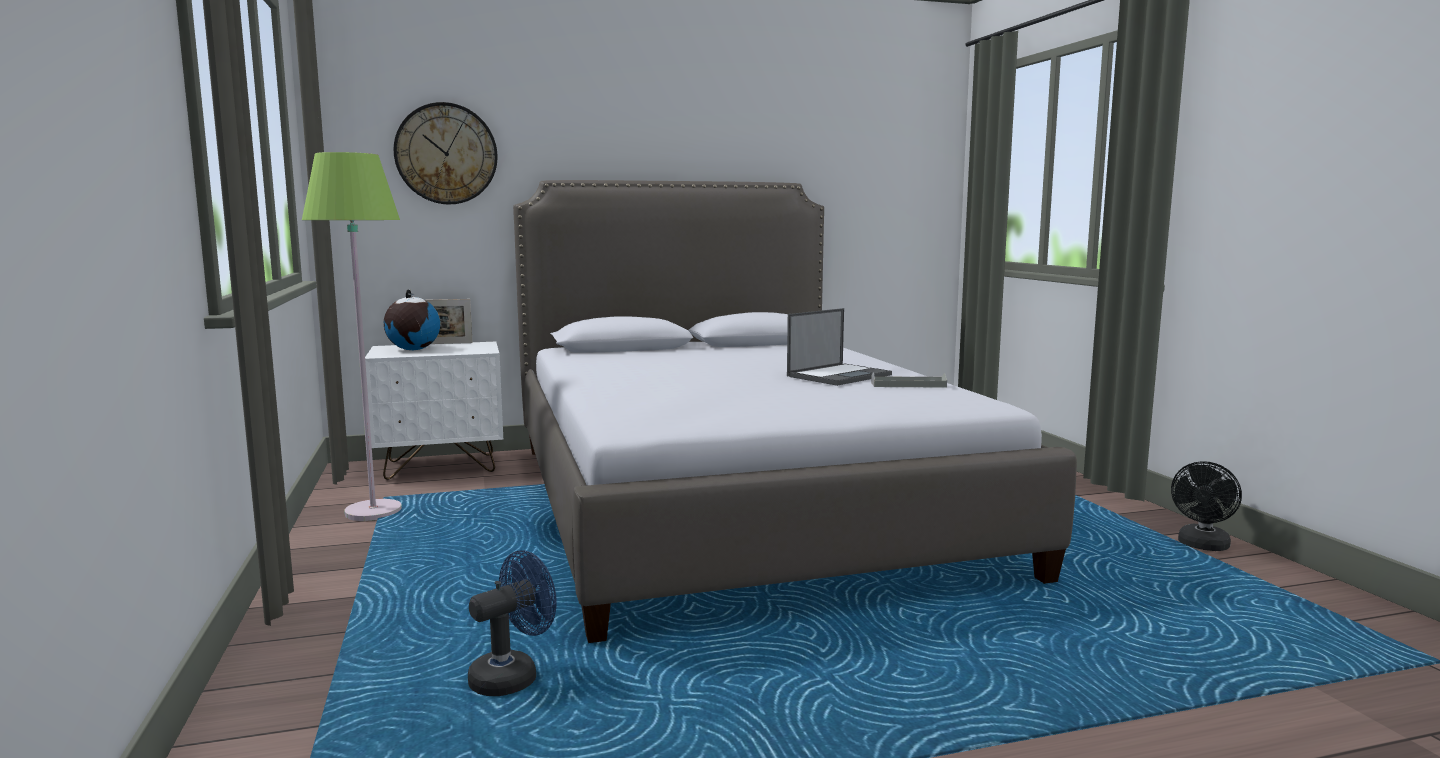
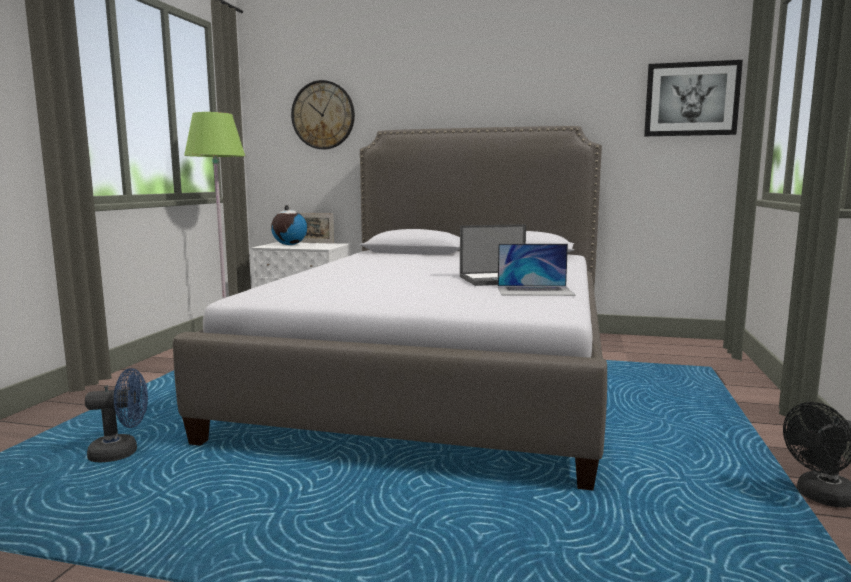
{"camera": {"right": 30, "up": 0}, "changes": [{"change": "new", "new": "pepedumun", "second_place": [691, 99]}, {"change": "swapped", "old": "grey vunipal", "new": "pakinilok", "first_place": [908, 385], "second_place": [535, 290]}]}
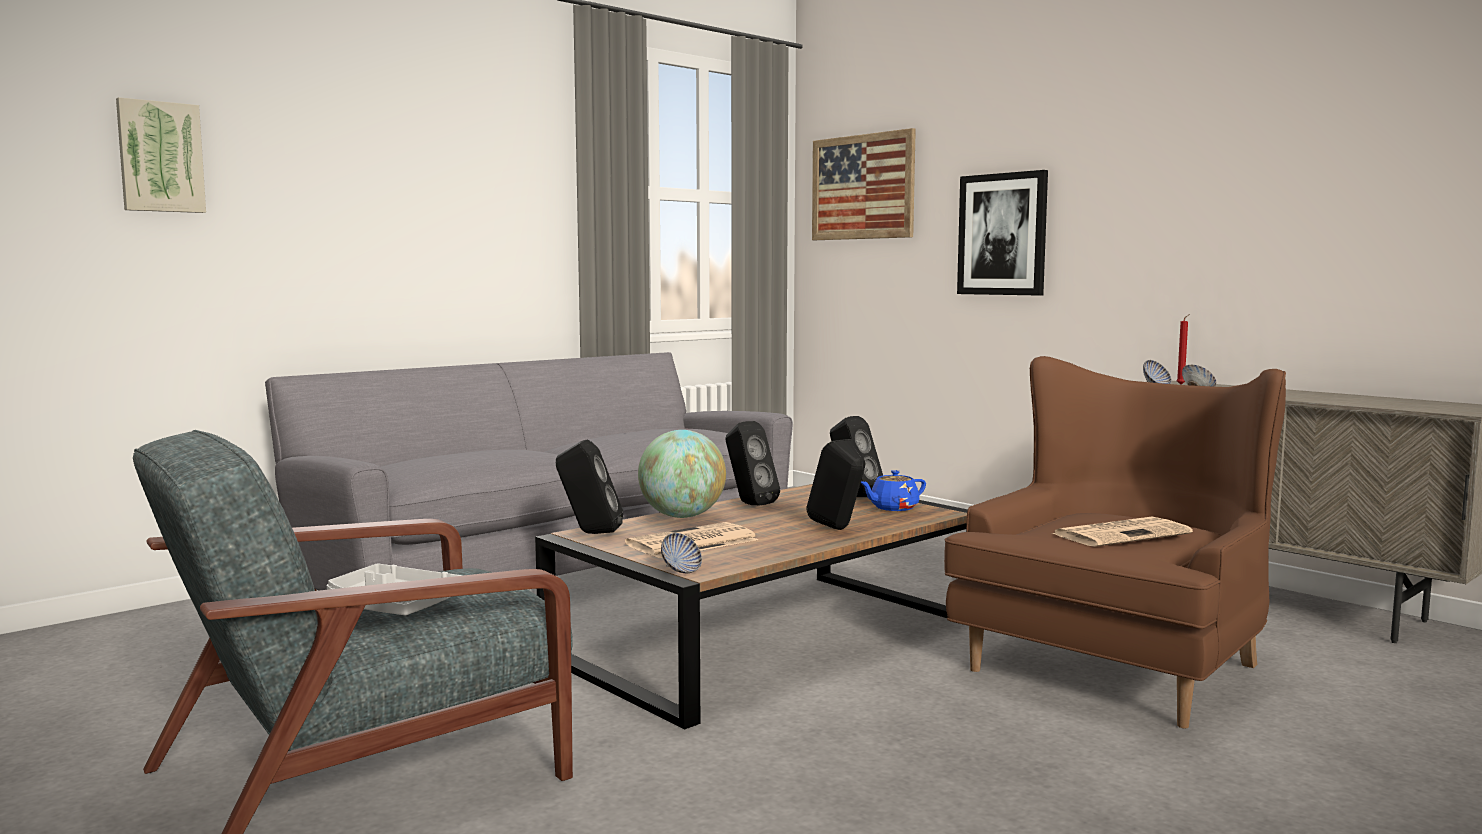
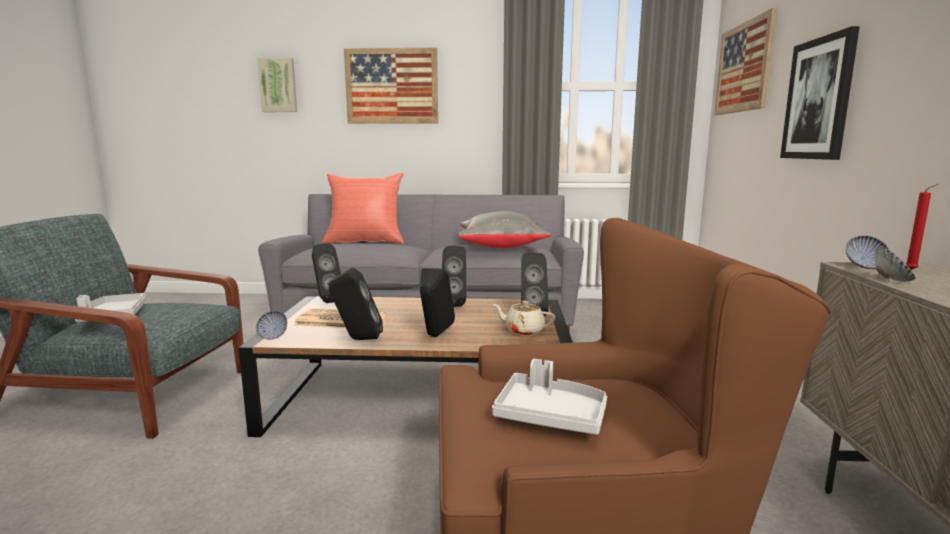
{"camera": {"right": 45, "up": 5}, "changes": [{"change": "gone", "old": "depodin", "first_place": [682, 516]}, {"change": "new", "new": "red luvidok", "second_place": [365, 241]}, {"change": "new", "new": "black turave", "second_place": [357, 339]}, {"change": "new", "new": "pepedumun", "second_place": [392, 86]}, {"change": "new", "new": "grey luvidok", "second_place": [501, 246]}, {"change": "swapped", "old": "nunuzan", "new": "grey vunipal", "first_place": [1122, 534], "second_place": [550, 416]}, {"change": "repainted", "old": "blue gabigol", "new": "beige gabigol", "first_place": [893, 508], "second_place": [523, 331]}]}
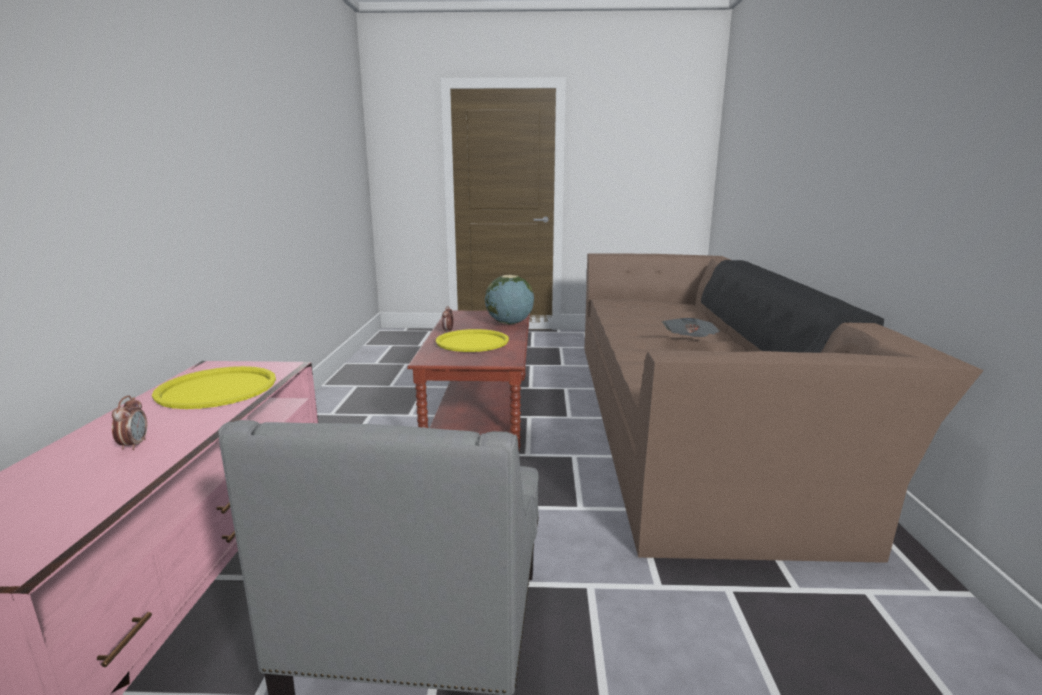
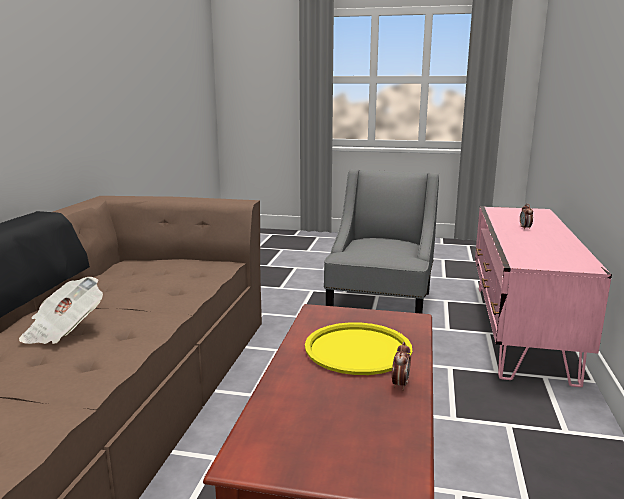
{"camera": {"right": -170, "up": 0}, "changes": [{"change": "gone", "old": "yellow vunipal", "first_place": [217, 389]}, {"change": "gone", "old": "depodin", "first_place": [509, 323]}]}
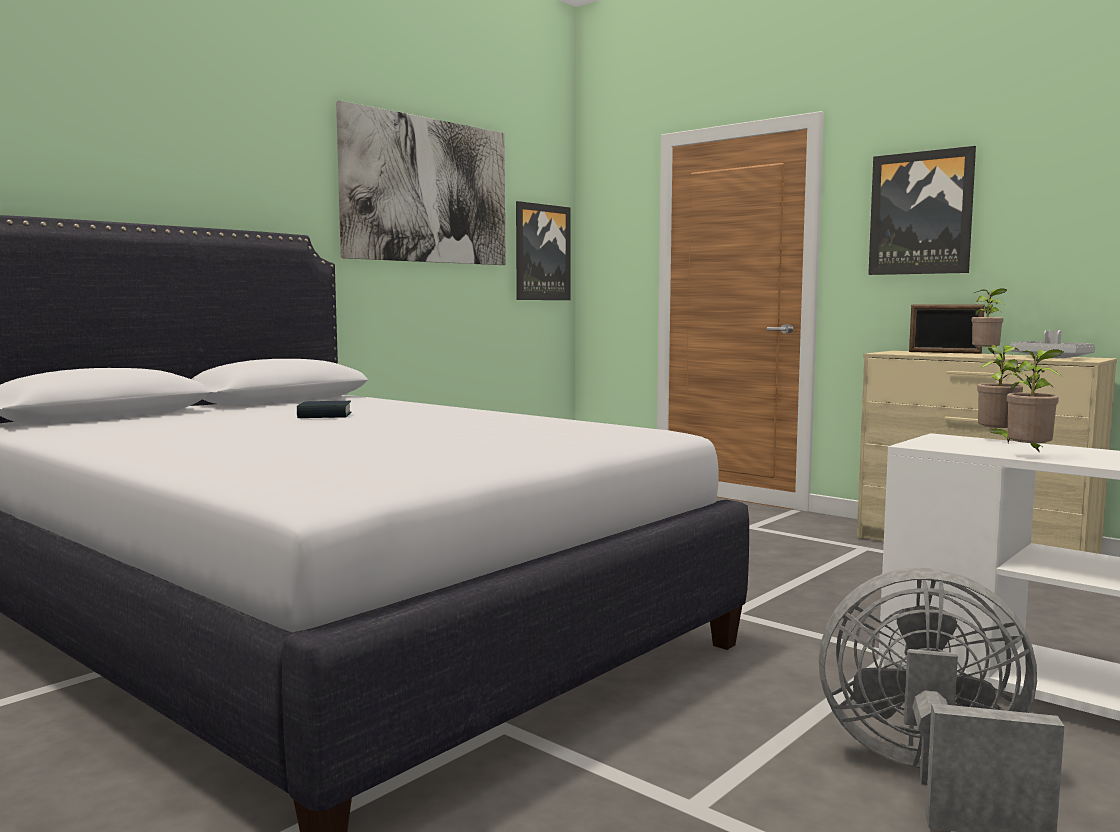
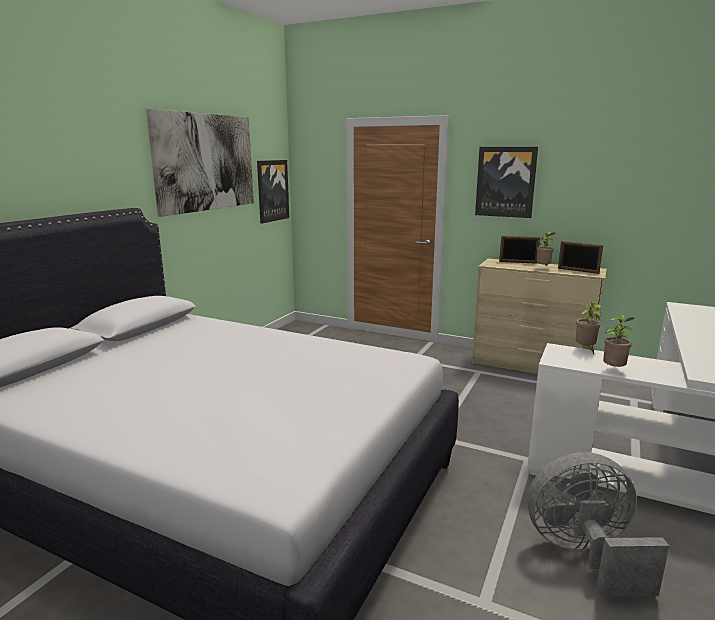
{"camera": {"right": -15, "up": 10}, "changes": [{"change": "gone", "old": "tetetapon", "first_place": [324, 416]}, {"change": "swapped", "old": "grey vunipal", "new": "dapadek", "first_place": [1052, 358], "second_place": [578, 271]}]}
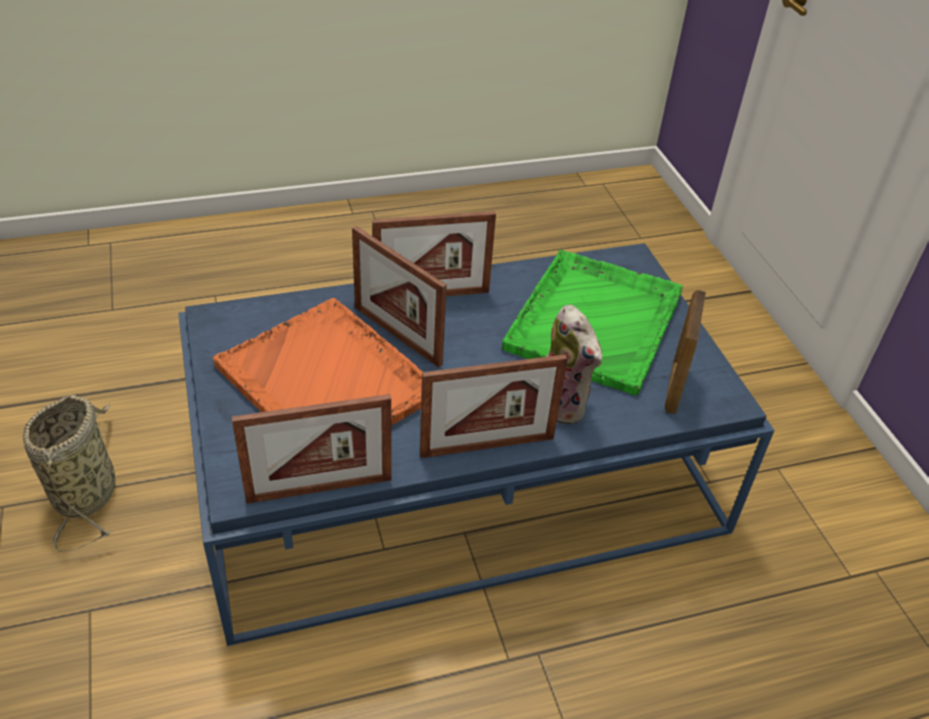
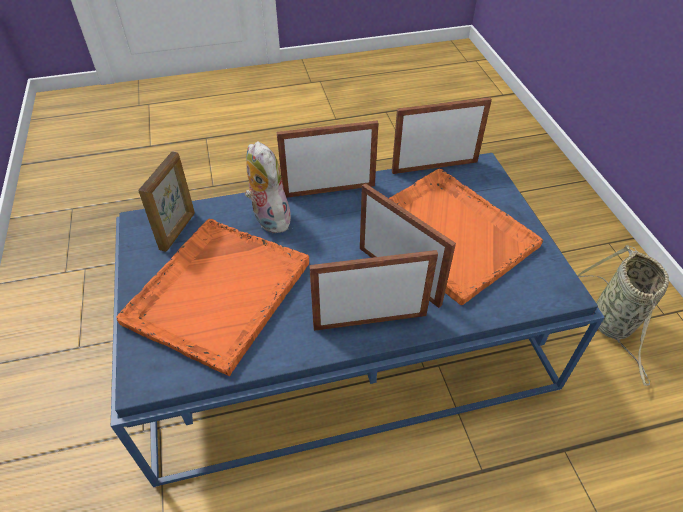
{"camera": {"right": -175, "up": 5}, "changes": [{"change": "repainted", "old": "green vunipal", "new": "orange vunipal", "first_place": [595, 321], "second_place": [217, 293]}]}
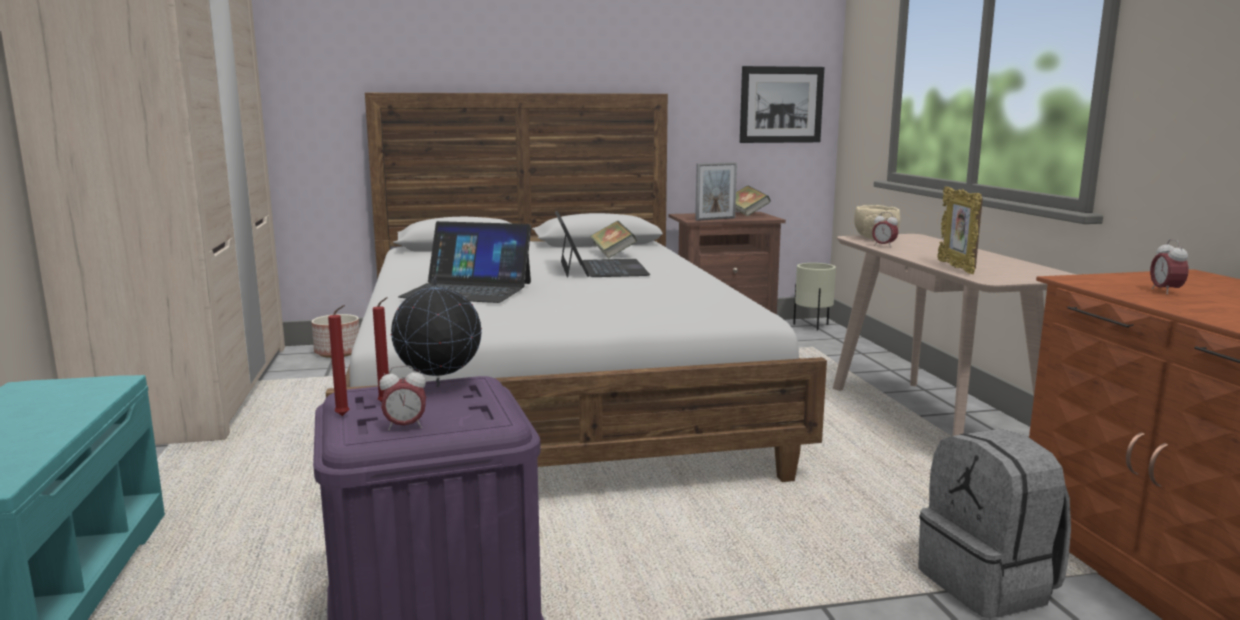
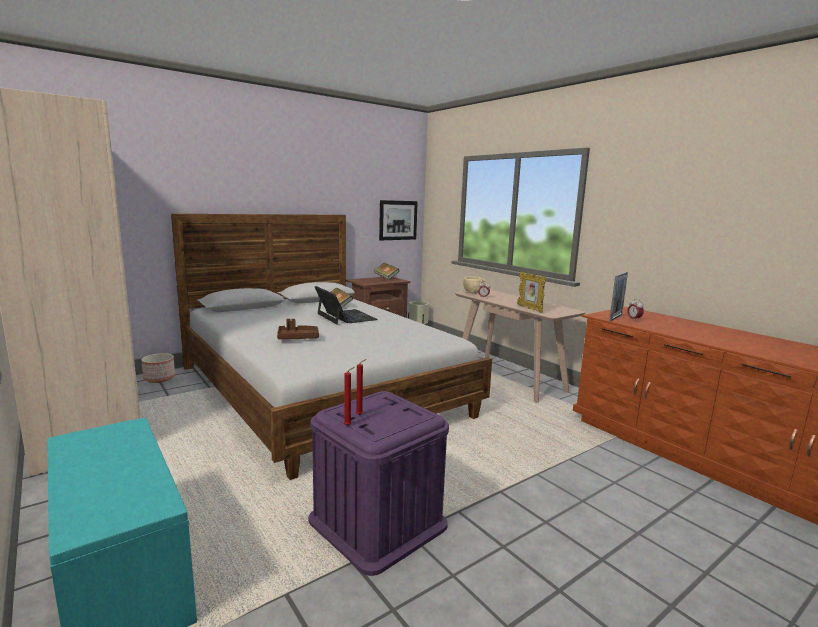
{"camera": {"right": -25, "up": 0}, "changes": [{"change": "gone", "old": "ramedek", "first_place": [405, 427]}, {"change": "gone", "old": "depodin", "first_place": [440, 385]}, {"change": "gone", "old": "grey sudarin", "first_place": [989, 584]}, {"change": "shifted", "old": "dapadek", "first_place": [715, 219], "second_place": [615, 317]}, {"change": "swapped", "old": "pakinilok", "new": "brown vunipal", "first_place": [468, 290], "second_place": [298, 338]}]}
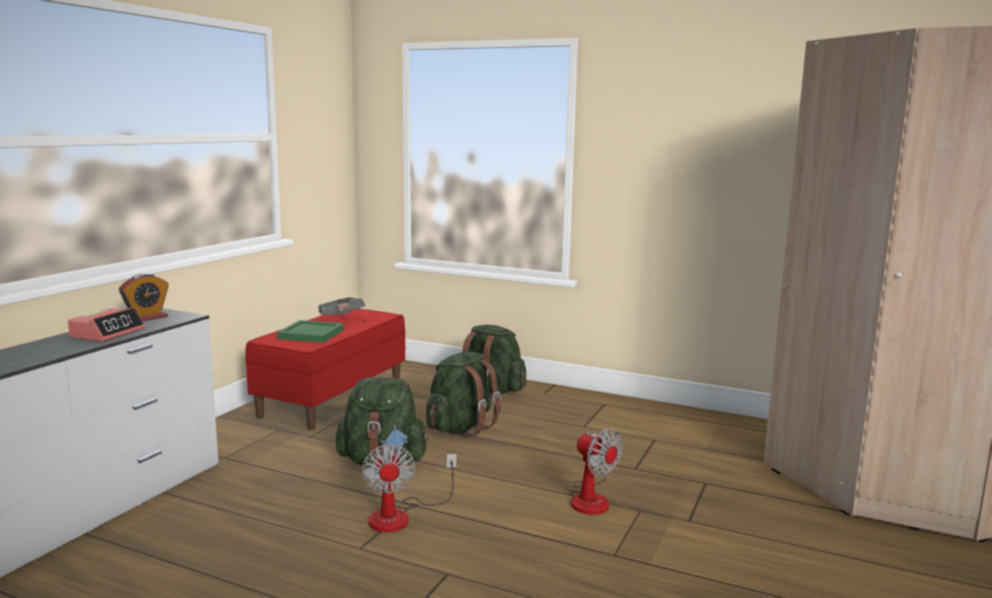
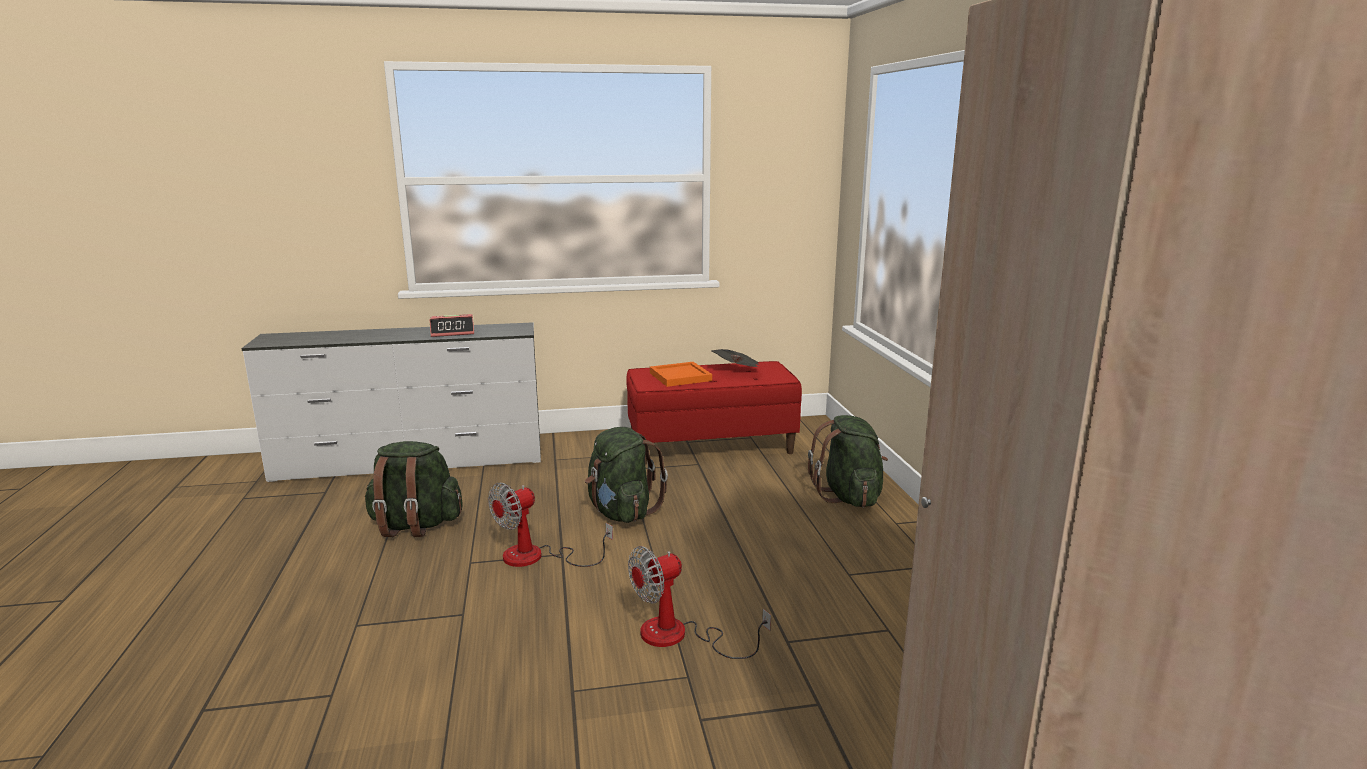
{"camera": {"right": 55, "up": 5}, "changes": [{"change": "gone", "old": "ramedek", "first_place": [146, 318]}, {"change": "shifted", "old": "green sudarin", "first_place": [461, 428], "second_place": [415, 525]}, {"change": "repainted", "old": "green vunipal", "new": "orange vunipal", "first_place": [311, 334], "second_place": [680, 377]}, {"change": "rotated", "old": "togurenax", "first_place": [590, 498], "second_place": [679, 636], "degrees": 45}]}
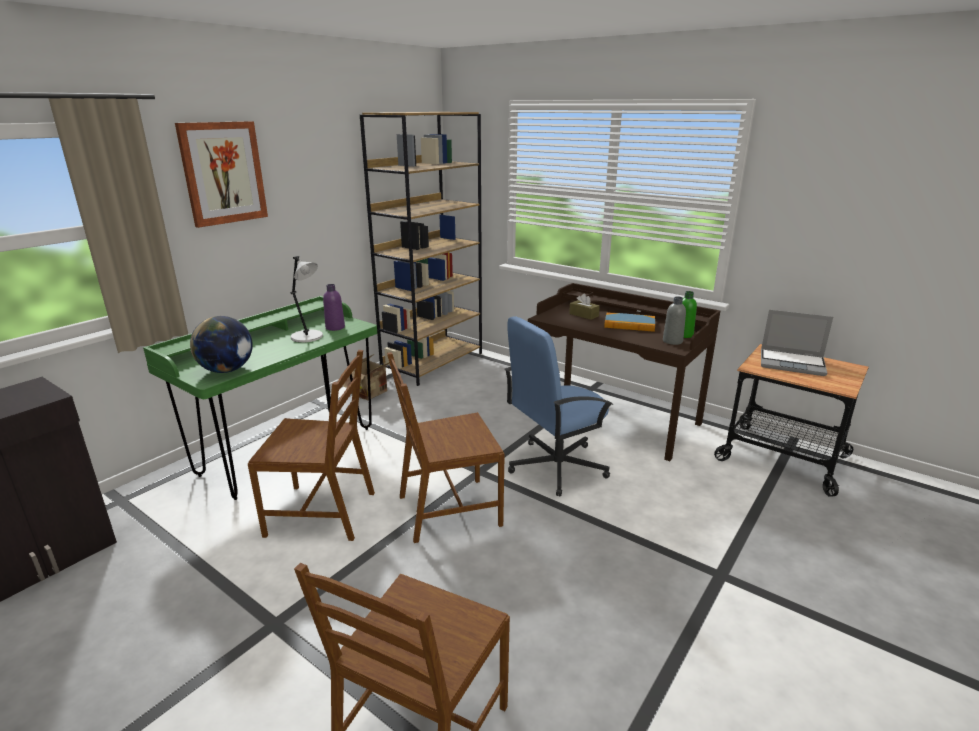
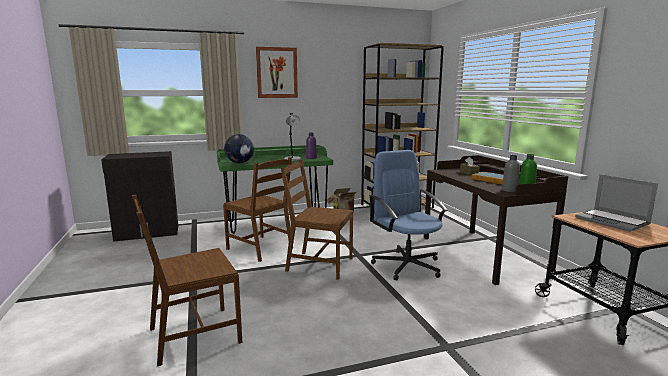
{"camera": {"right": 35, "up": -10}, "changes": [{"change": "rotated", "old": "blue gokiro", "first_place": [555, 466], "second_place": [407, 265], "degrees": 60}]}
